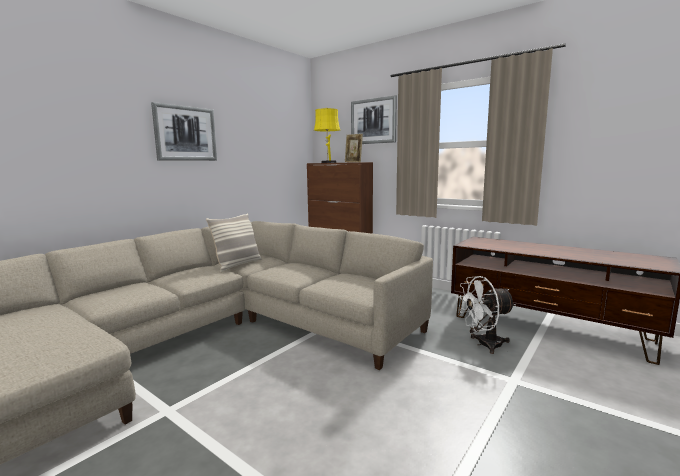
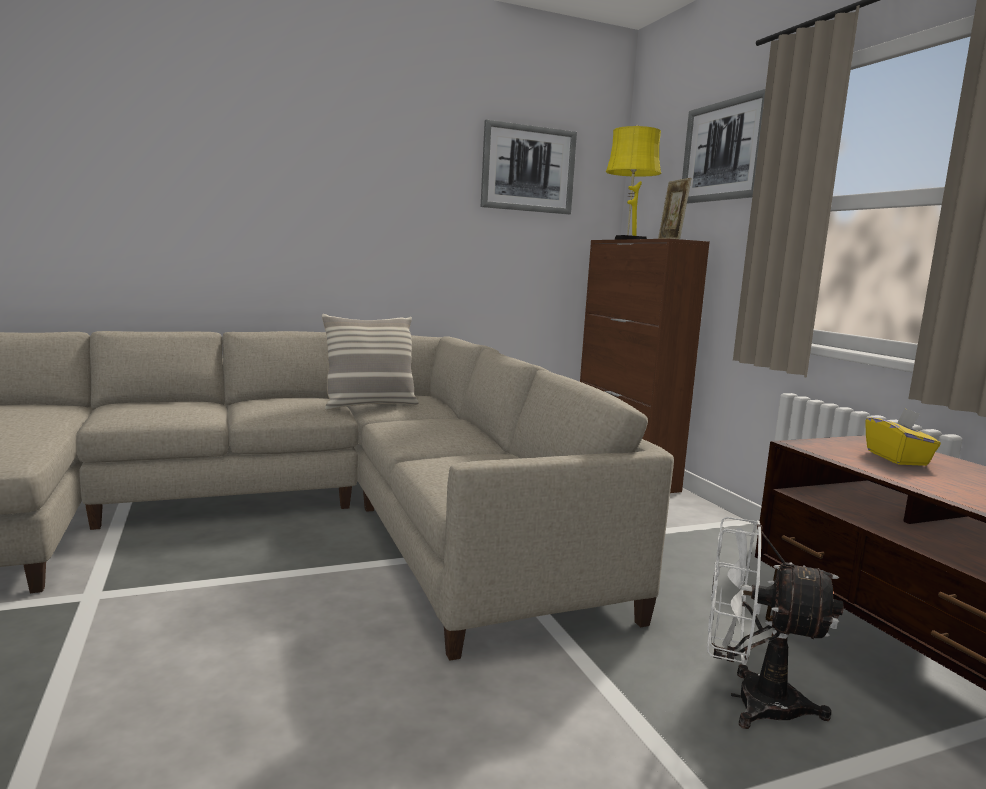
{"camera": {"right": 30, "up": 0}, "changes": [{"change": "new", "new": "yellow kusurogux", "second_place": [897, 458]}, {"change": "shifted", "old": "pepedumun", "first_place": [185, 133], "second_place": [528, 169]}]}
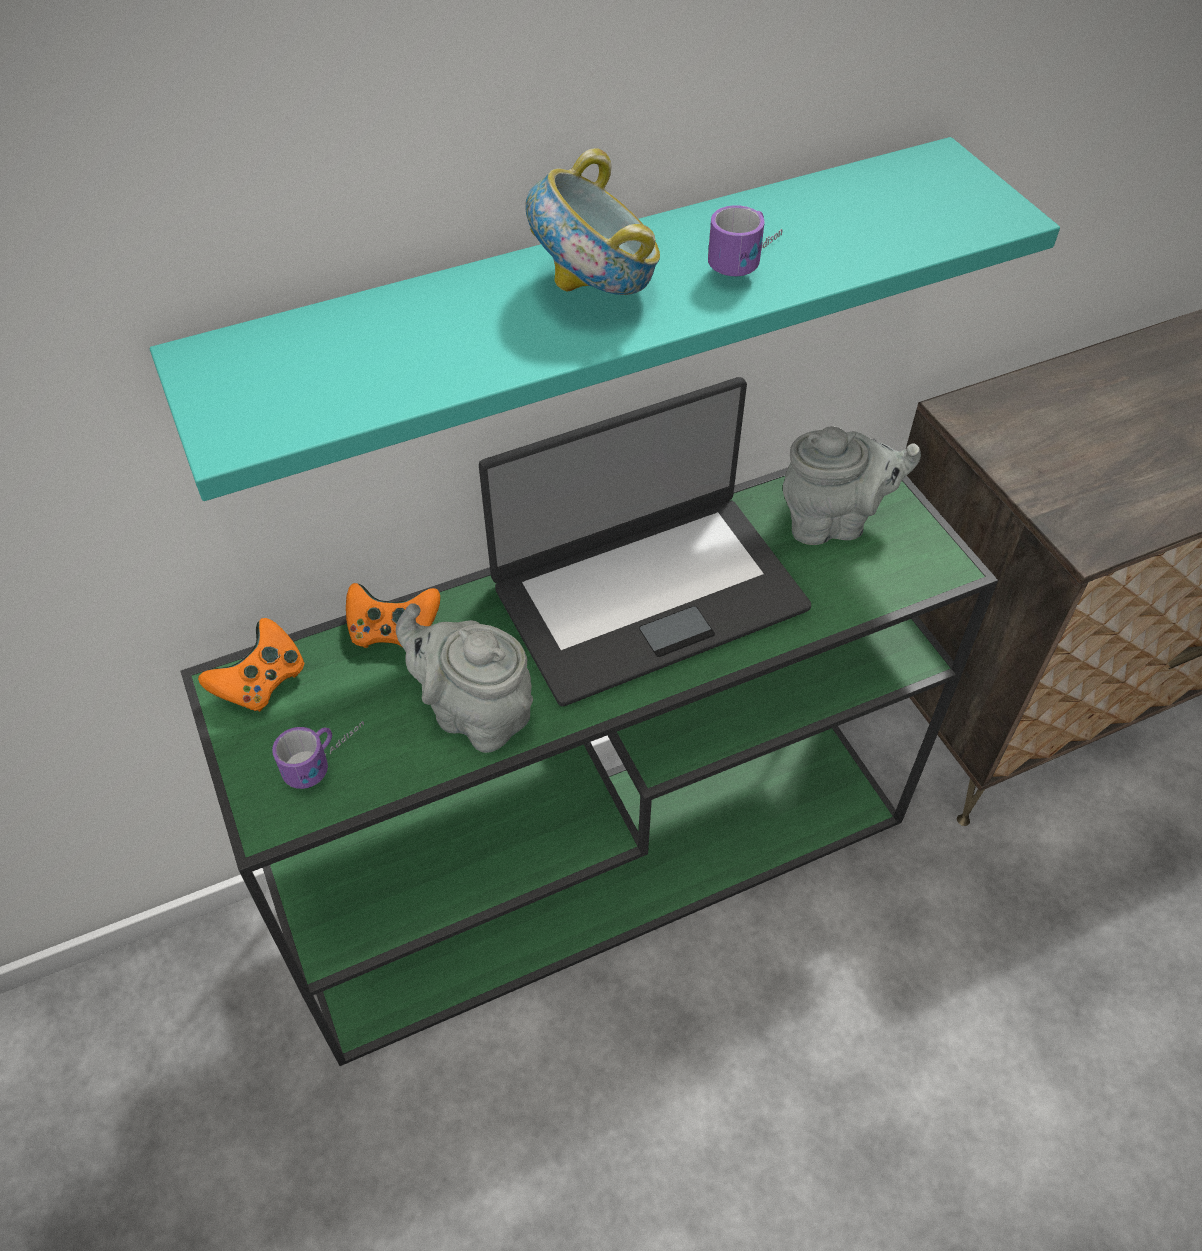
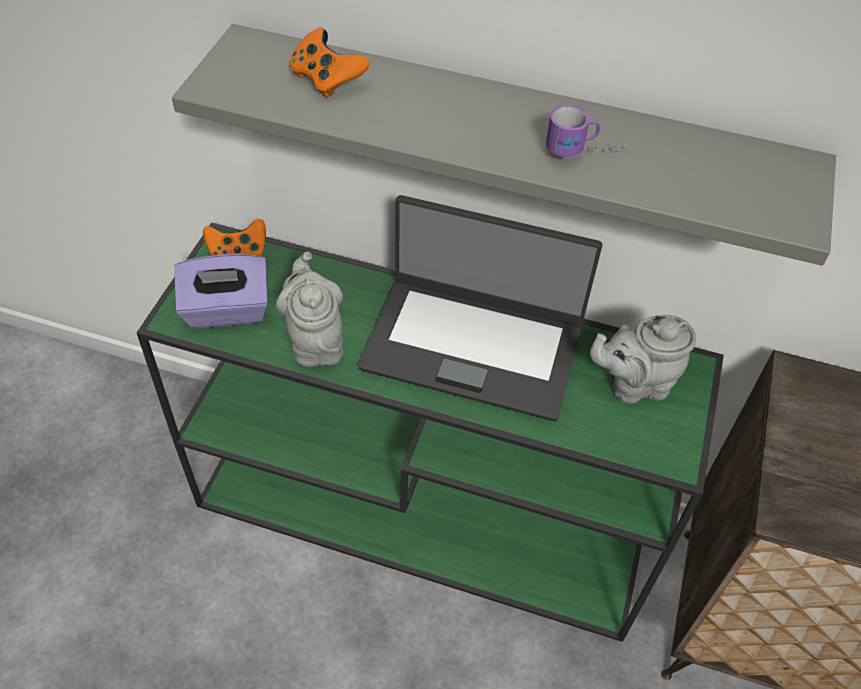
{"camera": {"right": 40, "up": 0}, "changes": [{"change": "gone", "old": "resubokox", "first_place": [595, 292]}, {"change": "shifted", "old": "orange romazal", "first_place": [393, 632], "second_place": [326, 79]}, {"change": "swapped", "old": "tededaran", "new": "purple kusurogux", "first_place": [328, 758], "second_place": [227, 311]}, {"change": "repainted", "old": "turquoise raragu", "new": "grey raragu", "first_place": [588, 308], "second_place": [510, 138]}, {"change": "rotated", "old": "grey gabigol", "first_place": [833, 522], "second_place": [633, 384], "degrees": 135}]}
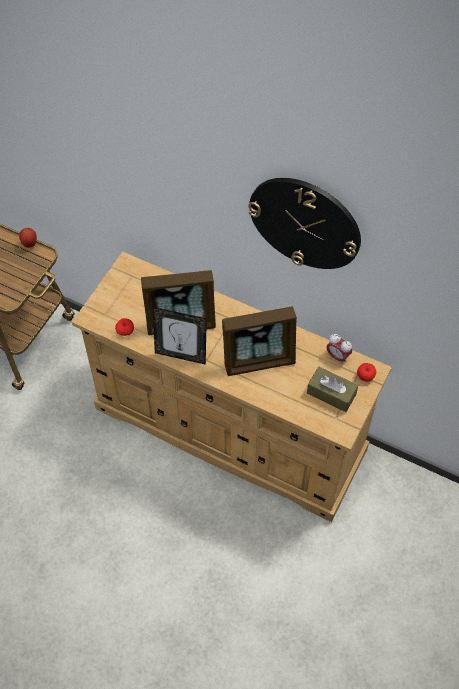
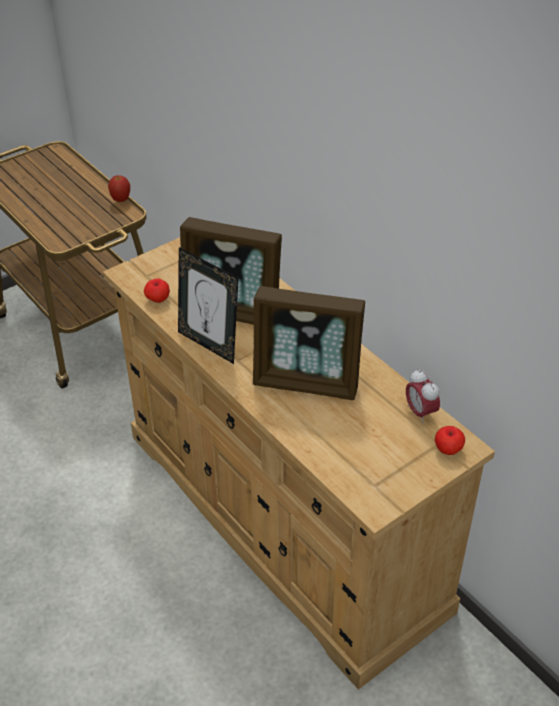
{"camera": {"right": 25, "up": -15}, "changes": [{"change": "gone", "old": "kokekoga", "first_place": [305, 223]}, {"change": "gone", "old": "brown kusurogux", "first_place": [331, 394]}]}
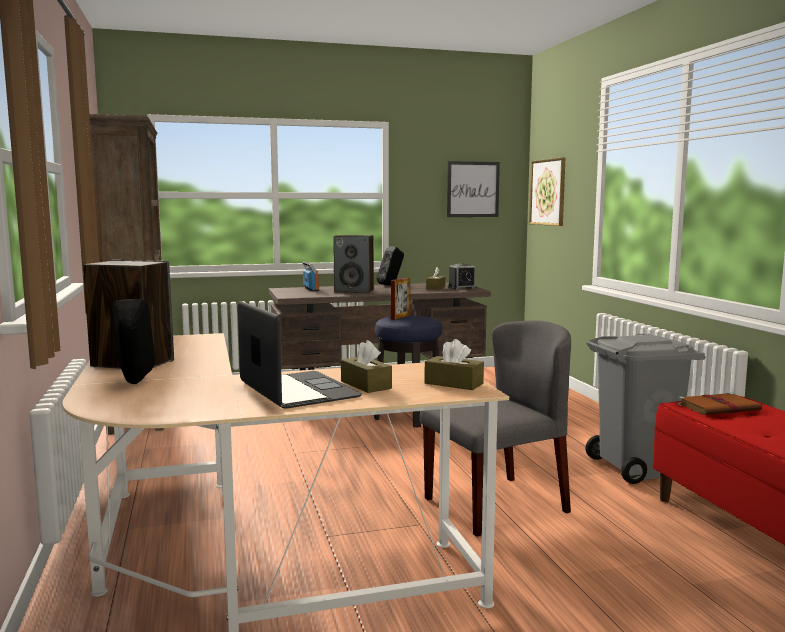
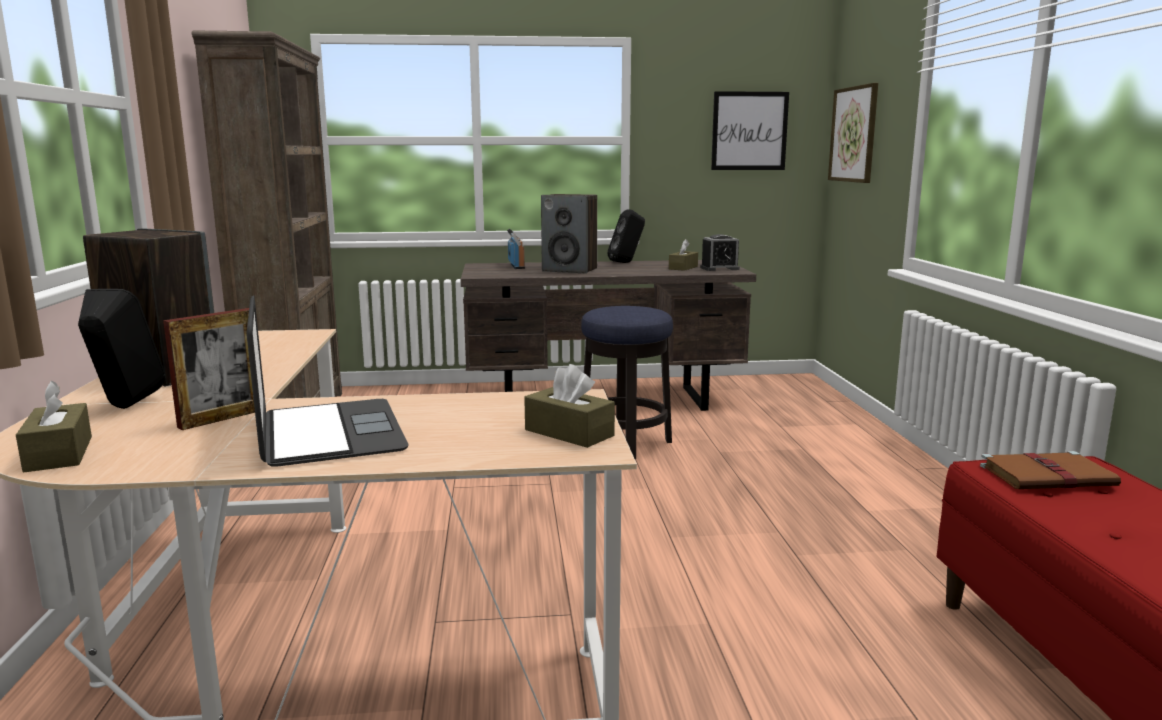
{"camera": {"right": 10, "up": 5}, "changes": [{"change": "gone", "old": "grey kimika", "first_place": [496, 504]}, {"change": "gone", "old": "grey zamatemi", "first_place": [638, 468]}, {"change": "shifted", "old": "brown kusurogux", "first_place": [366, 385], "second_place": [59, 454]}, {"change": "shifted", "old": "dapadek", "first_place": [400, 317], "second_place": [222, 418]}]}
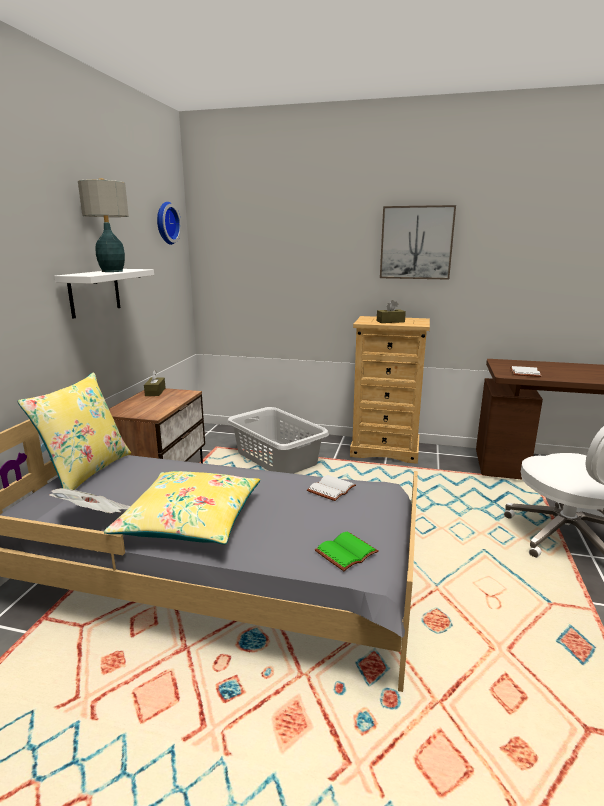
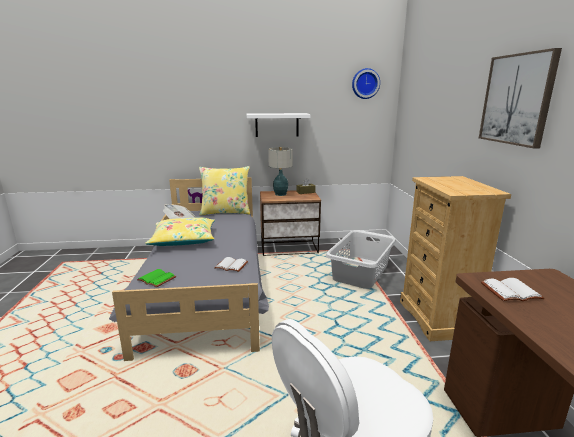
{"camera": {"right": 70, "up": 0}, "changes": [{"change": "gone", "old": "brown kusurogux", "first_place": [390, 321]}, {"change": "shifted", "old": "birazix", "first_place": [113, 271], "second_place": [281, 194]}]}
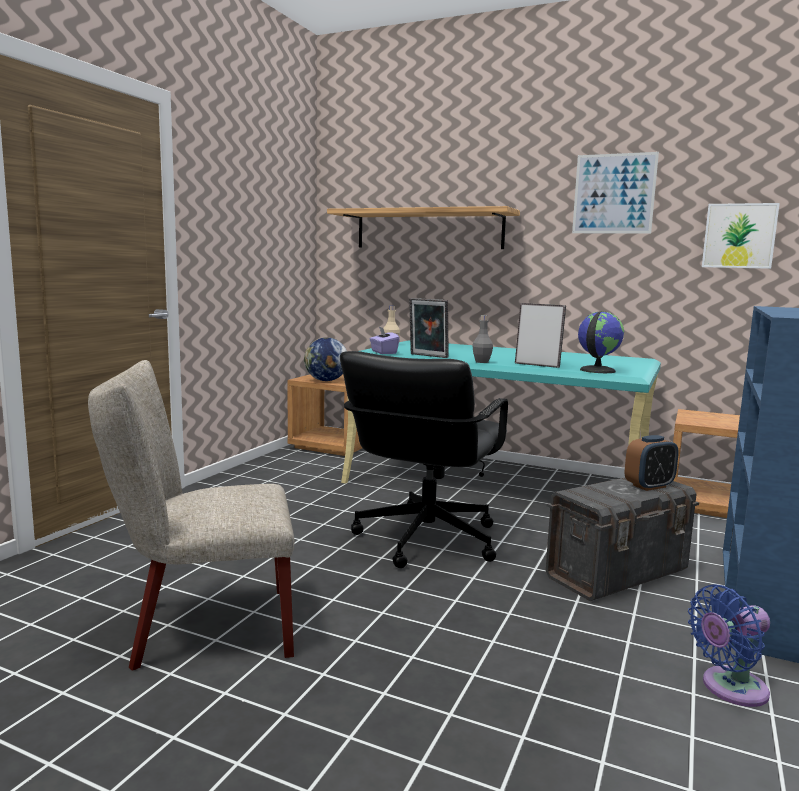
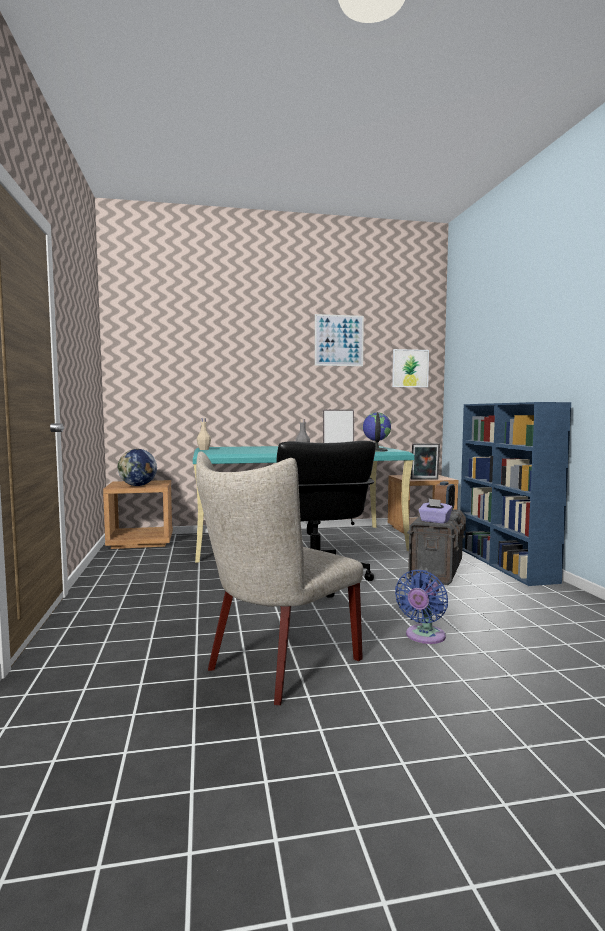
{"camera": {"right": -35, "up": -5}, "changes": [{"change": "gone", "old": "raragu", "first_place": [428, 230]}, {"change": "shifted", "old": "purple kusurogux", "first_place": [383, 352], "second_place": [434, 521]}, {"change": "shifted", "old": "dapadek", "first_place": [427, 356], "second_place": [424, 479]}, {"change": "shifted", "old": "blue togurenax", "first_place": [729, 688], "second_place": [424, 637]}]}
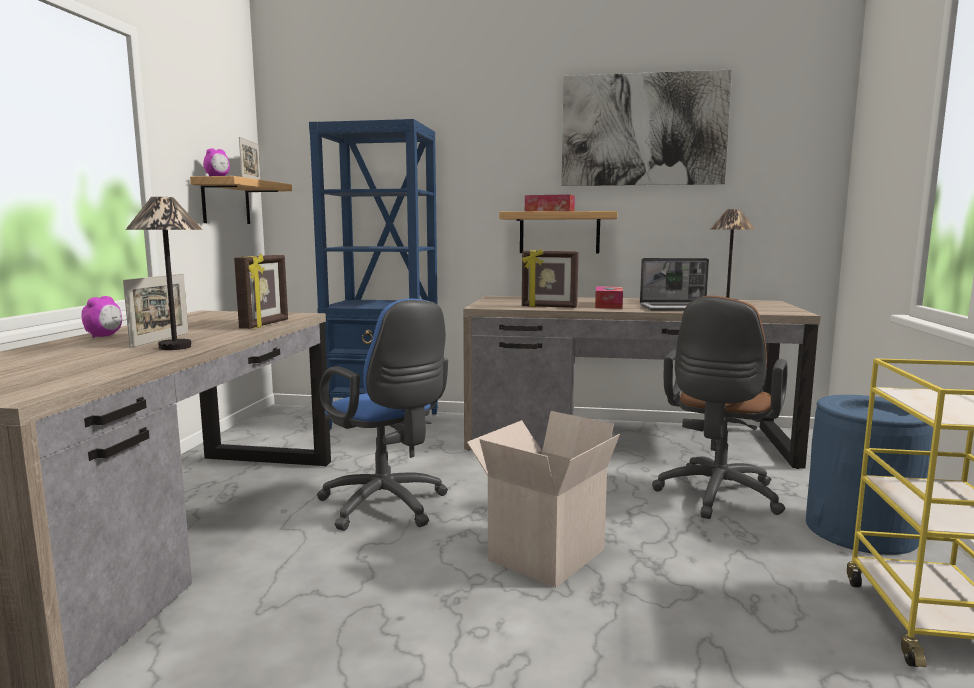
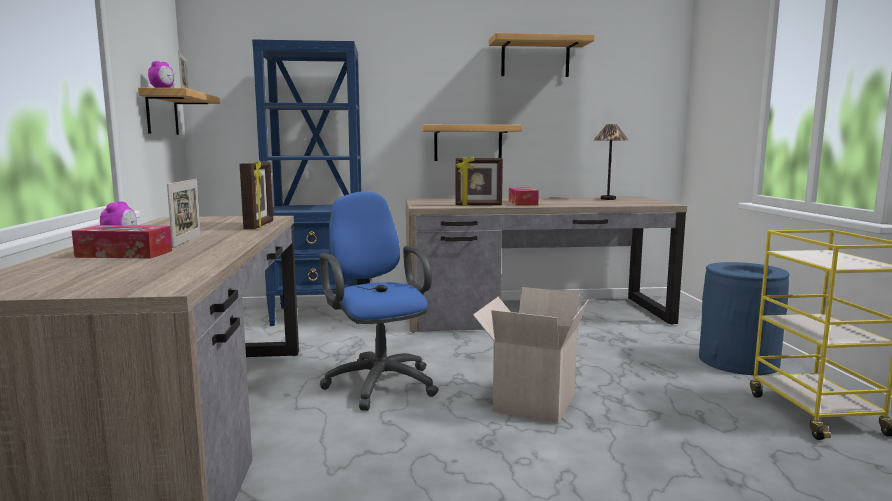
{"camera": {"right": -15, "up": 0}, "changes": [{"change": "gone", "old": "birazix", "first_place": [174, 347]}, {"change": "gone", "old": "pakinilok", "first_place": [679, 308]}, {"change": "gone", "old": "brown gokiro", "first_place": [716, 497]}, {"change": "shifted", "old": "kusurogux", "first_place": [549, 211], "second_place": [124, 254]}, {"change": "swapped", "old": "pepedumun", "new": "raragu", "first_place": [643, 130], "second_place": [535, 58]}, {"change": "rotated", "old": "blue gokiro", "first_place": [387, 507], "second_place": [378, 382], "degrees": -150}]}
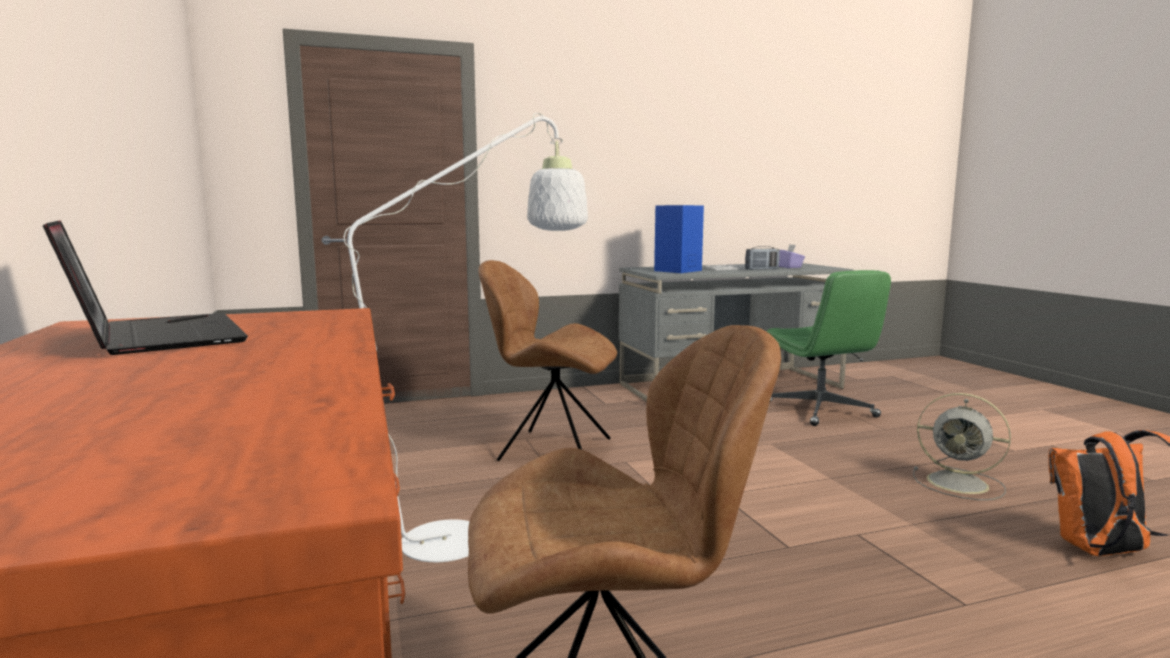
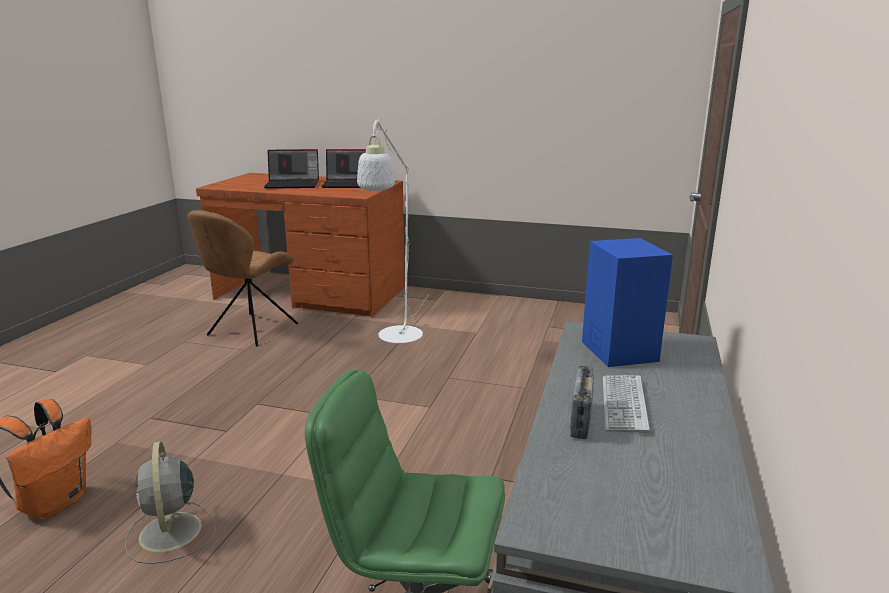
{"camera": {"right": 125, "up": 10}, "changes": [{"change": "gone", "old": "brown kimika", "first_place": [551, 449]}, {"change": "gone", "old": "purple kusurogux", "first_place": [788, 267]}, {"change": "new", "new": "pakinilok", "second_place": [293, 184]}, {"change": "rotated", "old": "grey togurenax", "first_place": [960, 483], "second_place": [170, 534], "degrees": -90}]}
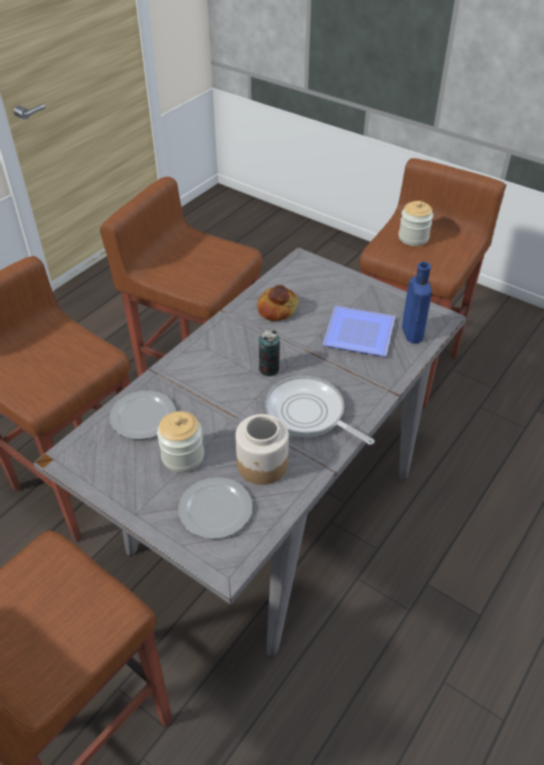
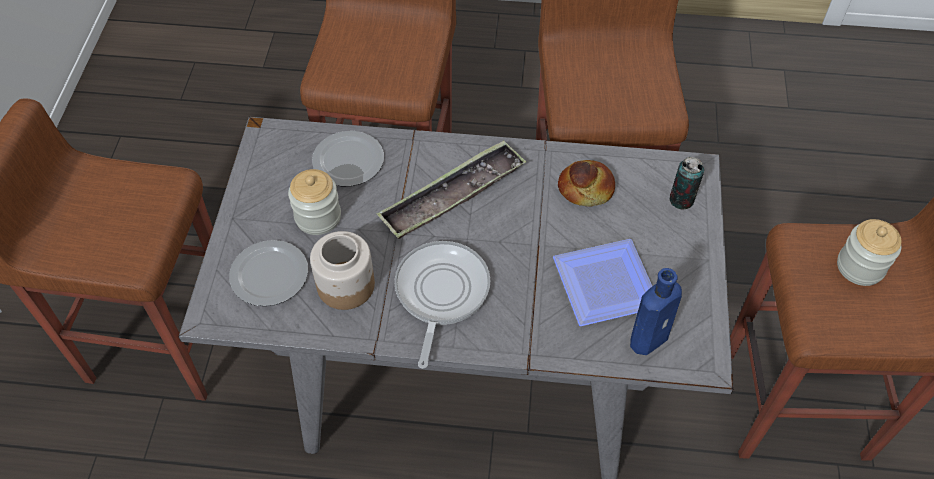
{"camera": {"right": 60, "up": 10}, "changes": [{"change": "new", "new": "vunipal", "second_place": [452, 195]}, {"change": "shifted", "old": "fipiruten", "first_place": [269, 369], "second_place": [681, 200]}]}
